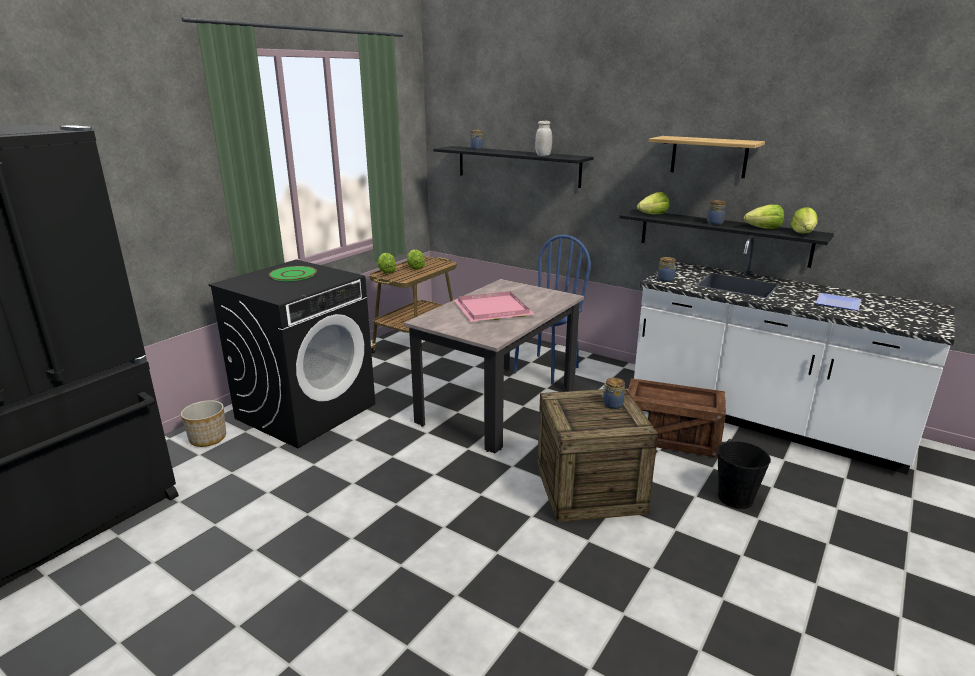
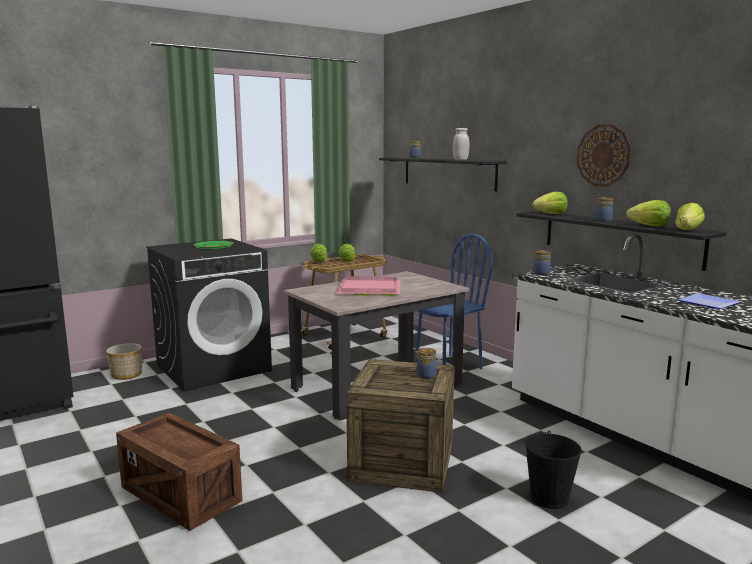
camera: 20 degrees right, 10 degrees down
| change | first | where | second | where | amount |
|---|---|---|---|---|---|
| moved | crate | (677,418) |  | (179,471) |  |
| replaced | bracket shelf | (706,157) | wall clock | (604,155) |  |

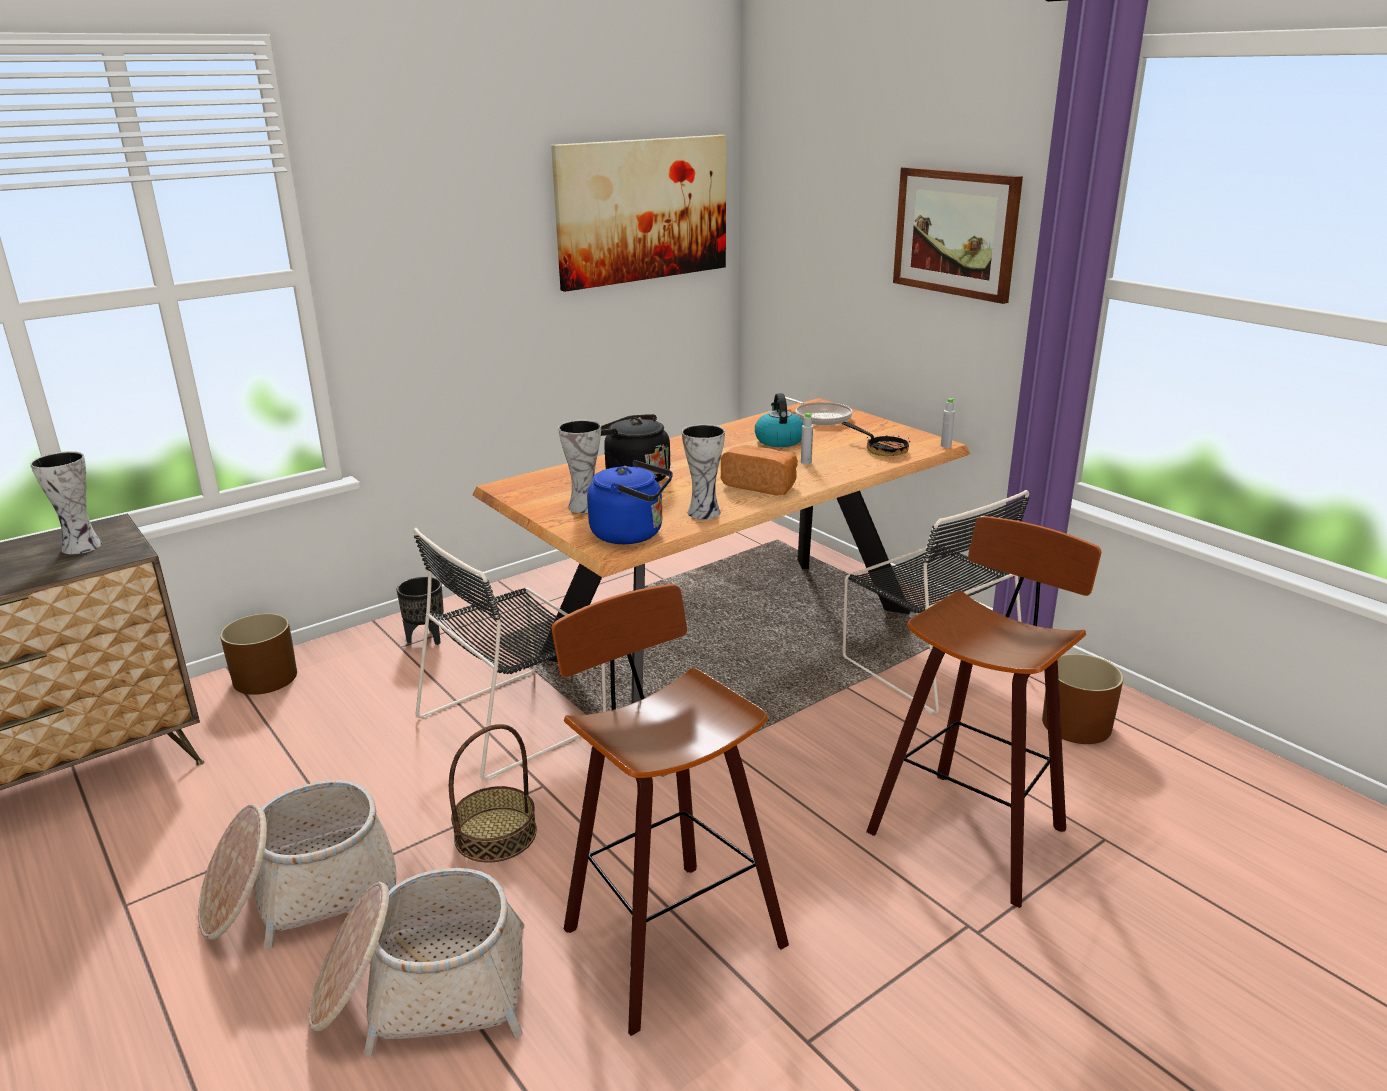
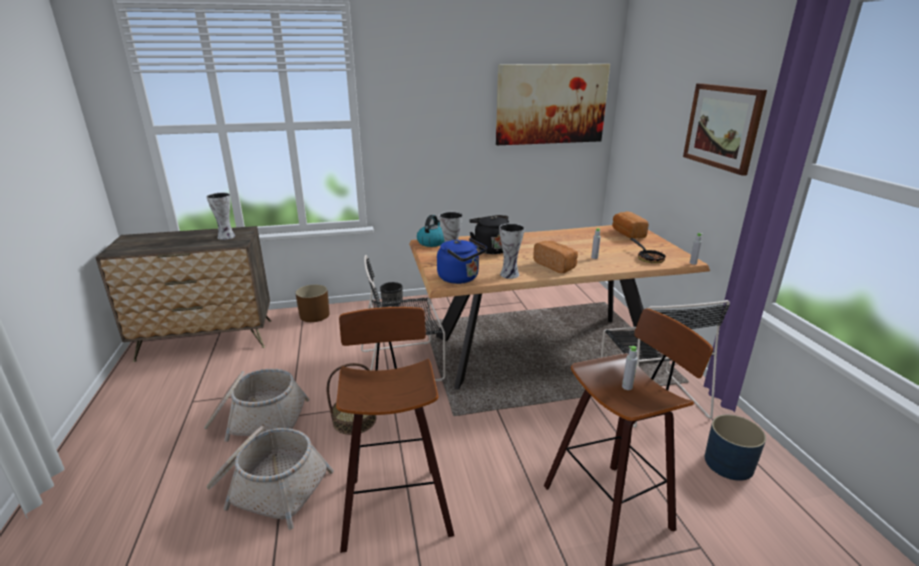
camera: 25 degrees right, 0 degrees up
| change | first | where | second | where | amount |
|---|---|---|---|---|---|
| moved | kettle | (779,420) |  | (431,231) |  |
| replaced | skillet | (819,410) | baked bread | (630,225) |  |
| recoloured | brown planter | (1082,699) | blue planter | (735,448) |  |
| added |  |  | greyish bottle | (630,368) |  |

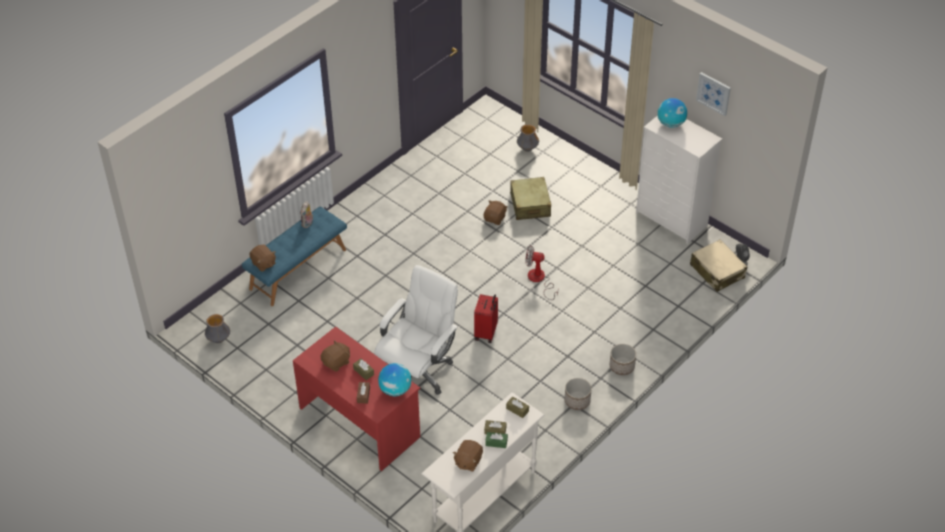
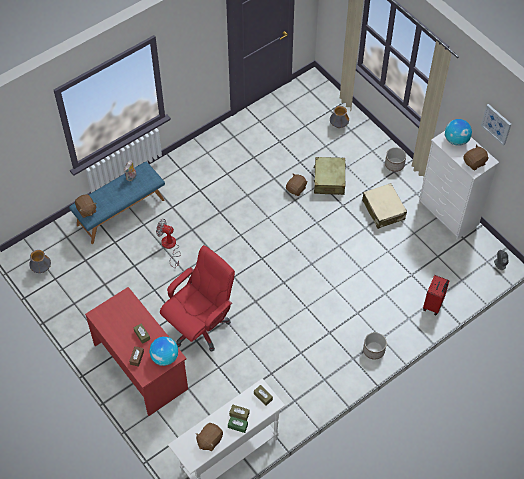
camera: 10 degrees right, 10 degrees up
| change | first | where | second | where | amount |
|---|---|---|---|---|---|
| moved | brown soft toy | (335,355) |  | (476,157) |  |
| recoloured | whitish computer chair | (416,330) | red-coloured computer chair | (197,298) |  |
| moved | red-coloured piece of luggage | (486,318) |  | (436,295) |  |
| moved | electric fan | (542,272) |  | (168,243) |  |
| moved | planter | (578,394) |  | (395,159) |  |
| moved | beige-coloured piece of luggage | (718,265) |  | (384,206) |  |

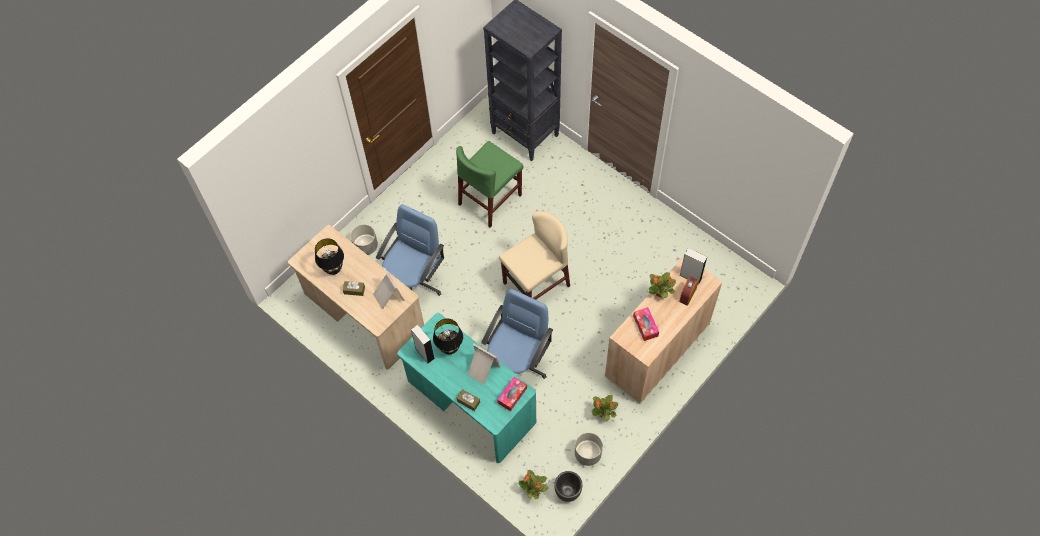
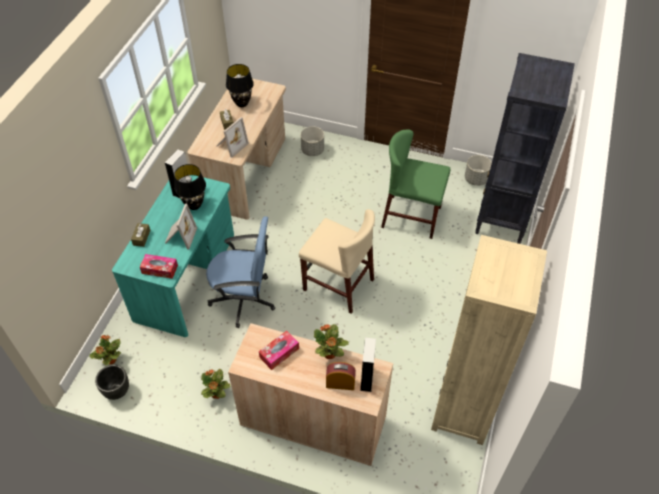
camera: 65 degrees right, 10 degrees down
| change | first | where | second | where | amount |
|---|---|---|---|---|---|
| removed | blue computer chair | (410,250) |  |  |  |
| moved | greyish planter | (589,449) |  | (478,170) |  |
| added |  |  | beige-coloured bookshelf | (489,340) |  |

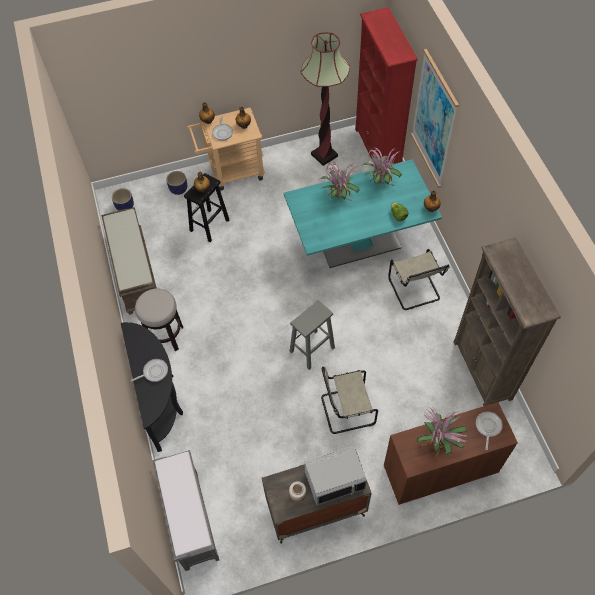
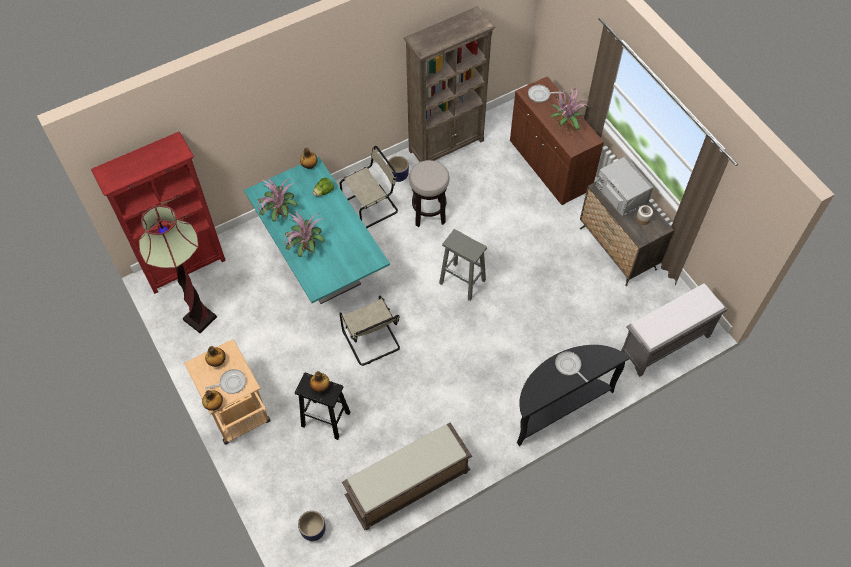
camera: 105 degrees left, 0 degrees up
| change | first | where | second | where | amount |
|---|---|---|---|---|---|
| moved | stool seat | (159,319) |  | (429,193) |  |
| moved | planter | (176,183) |  | (398,169) |  |
| moved | beige-coloured plain chair | (349,400) |  | (369,331) |  |
| removed | picture | (435,118) |  |  |  |

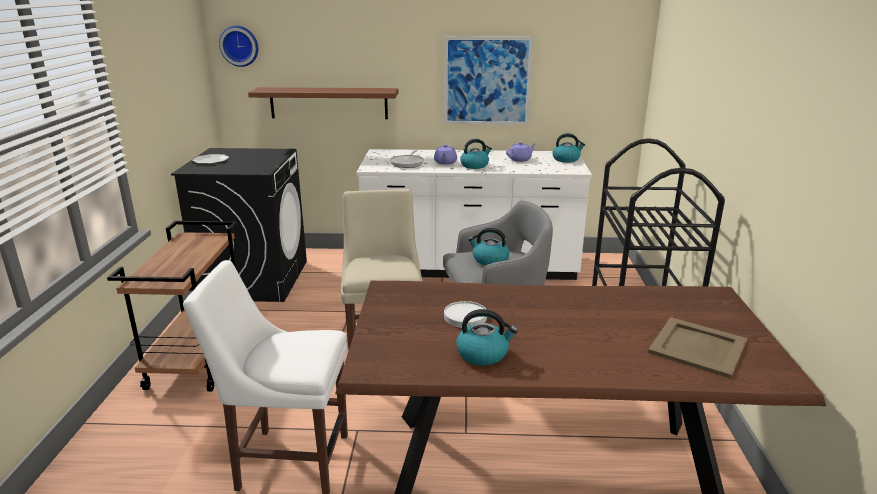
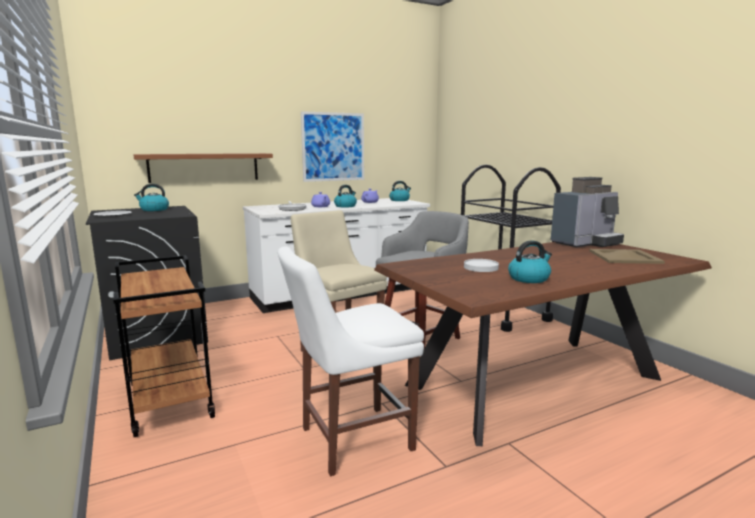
camera: 30 degrees left, 10 degrees down
| change | first | where | second | where | amount |
|---|---|---|---|---|---|
| removed | wall clock | (238,46) |  |  |  |
| moved | kettle | (488,247) |  | (151,197) |  |
| added |  |  | coffee brewer | (587,212) |  |

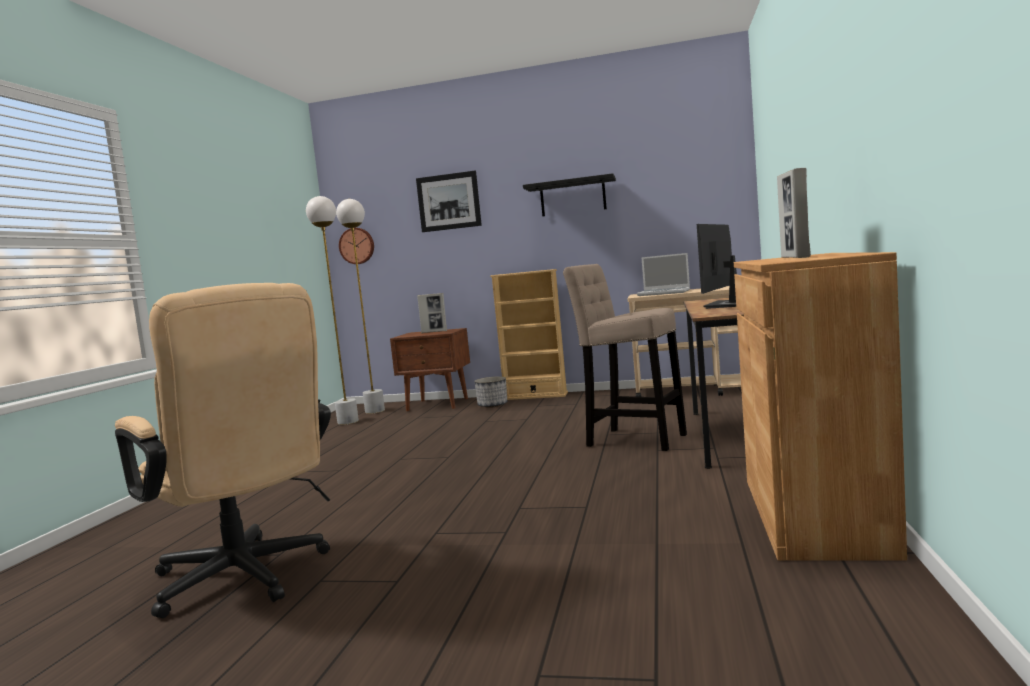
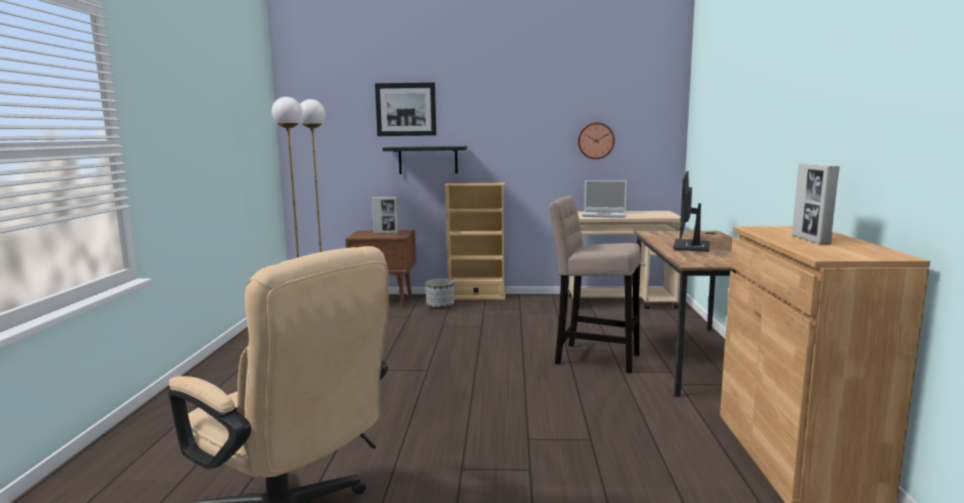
camera: 10 degrees left, 5 degrees up
| change | first | where | second | where | amount |
|---|---|---|---|---|---|
| moved | wall clock | (356,246) |  | (596,141) |  |
| moved | blackish bracket shelf | (569,195) |  | (424,160) |  |

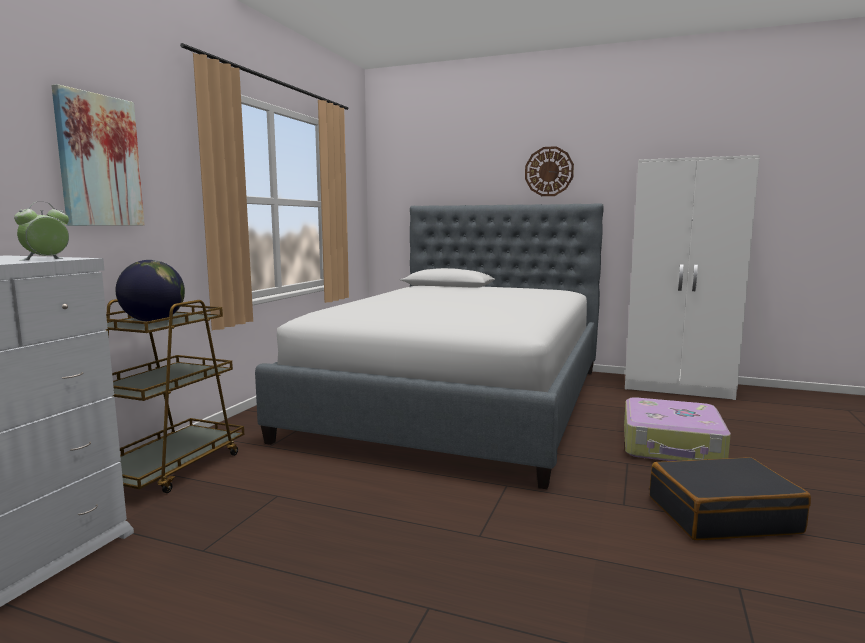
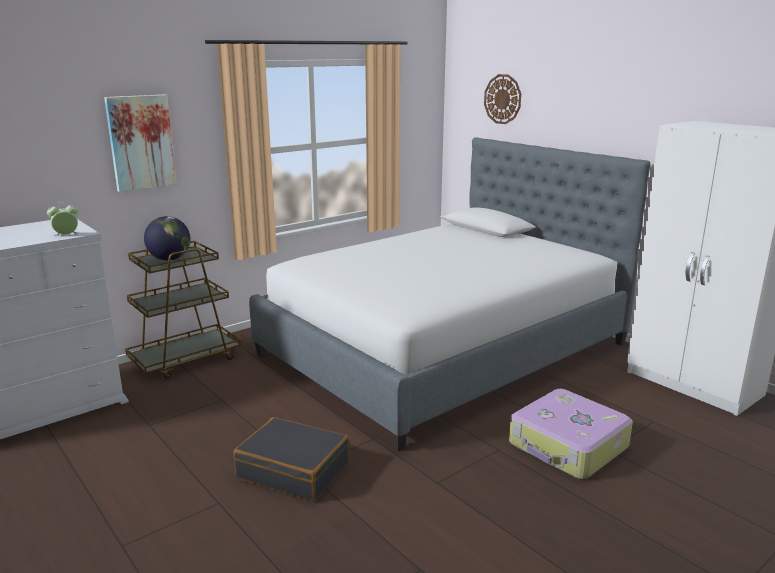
camera: 30 degrees right, 10 degrees up
| change | first | where | second | where | amount |
|---|---|---|---|---|---|
| moved | wall clock | (549,171) |  | (502,99) |  |
| moved | blackish piece of luggage | (730,498) |  | (291,459) |  |

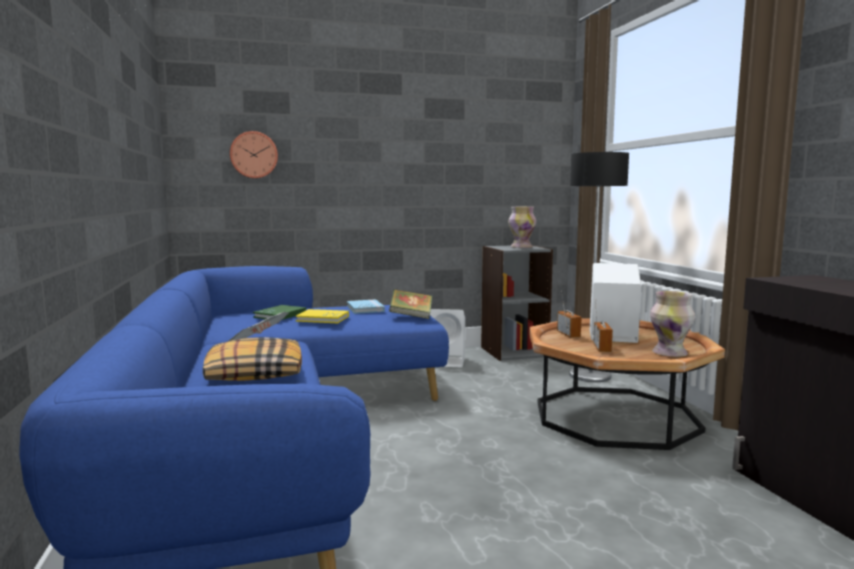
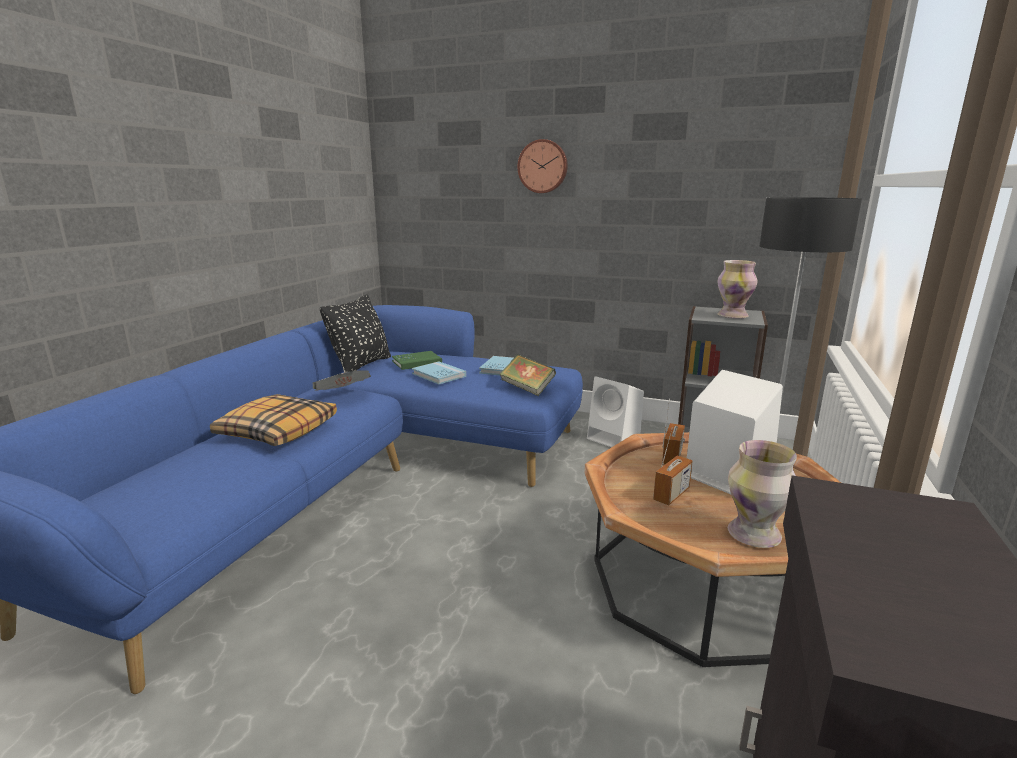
camera: 35 degrees right, 10 degrees up
| change | first | where | second | where | amount |
|---|---|---|---|---|---|
| moved | wall clock | (254,154) |  | (543,166) |  |
| recoloured | yellow-coloured volume | (322,316) | blue volume | (439,372) |  |
| added |  |  | blackish cushion | (355,333) |  |

